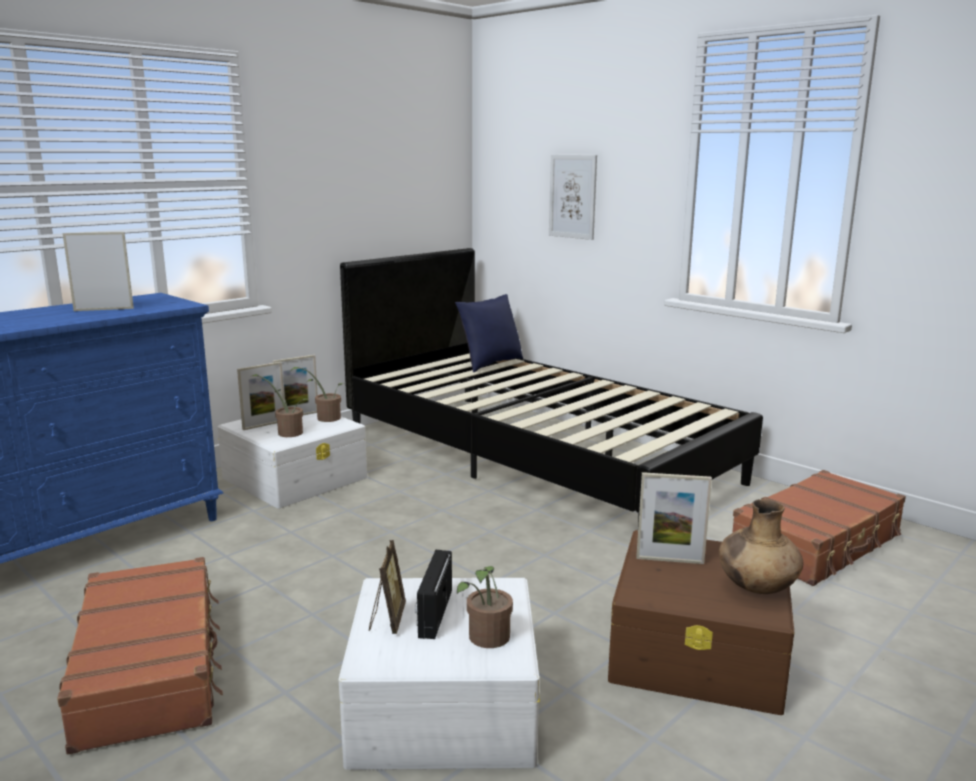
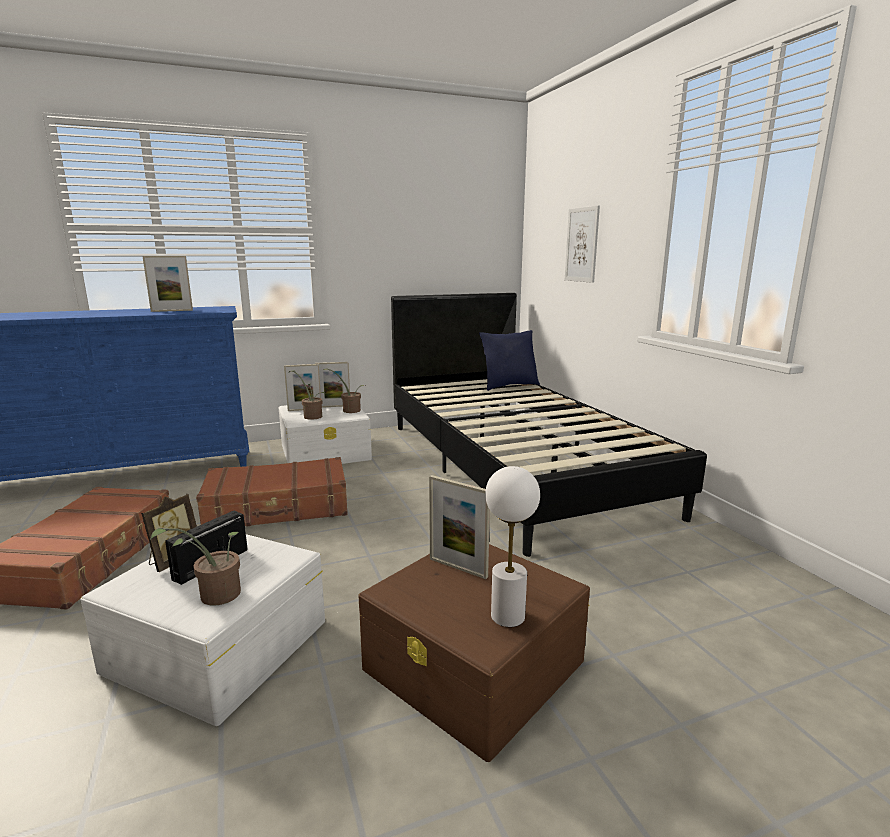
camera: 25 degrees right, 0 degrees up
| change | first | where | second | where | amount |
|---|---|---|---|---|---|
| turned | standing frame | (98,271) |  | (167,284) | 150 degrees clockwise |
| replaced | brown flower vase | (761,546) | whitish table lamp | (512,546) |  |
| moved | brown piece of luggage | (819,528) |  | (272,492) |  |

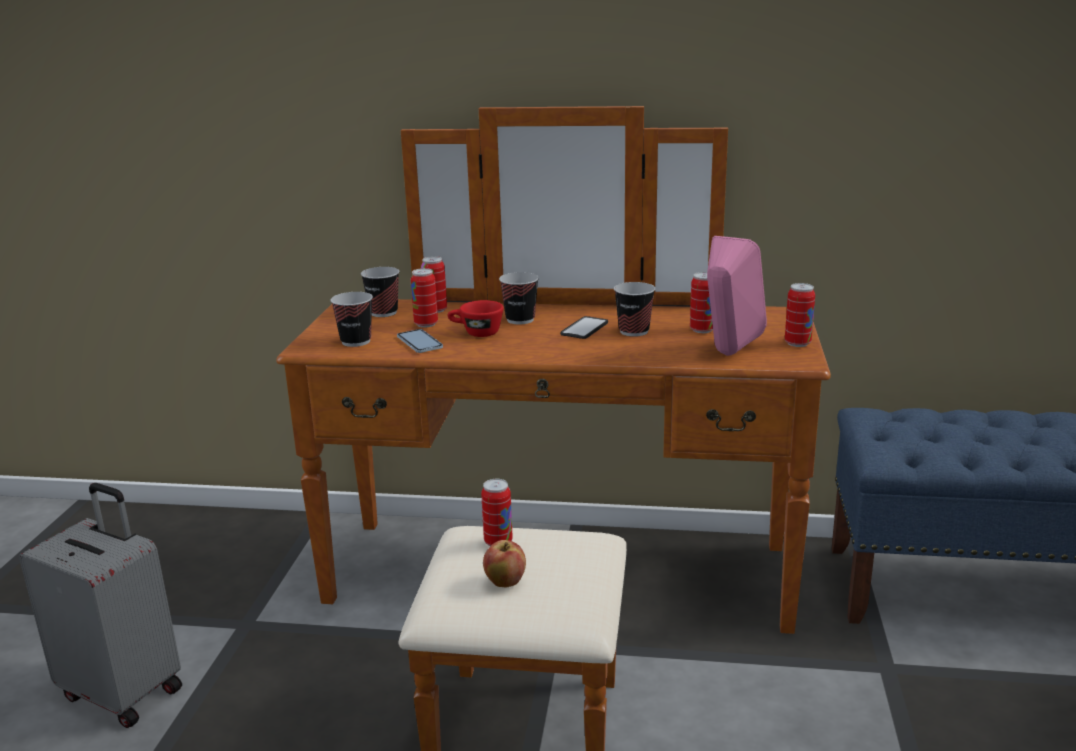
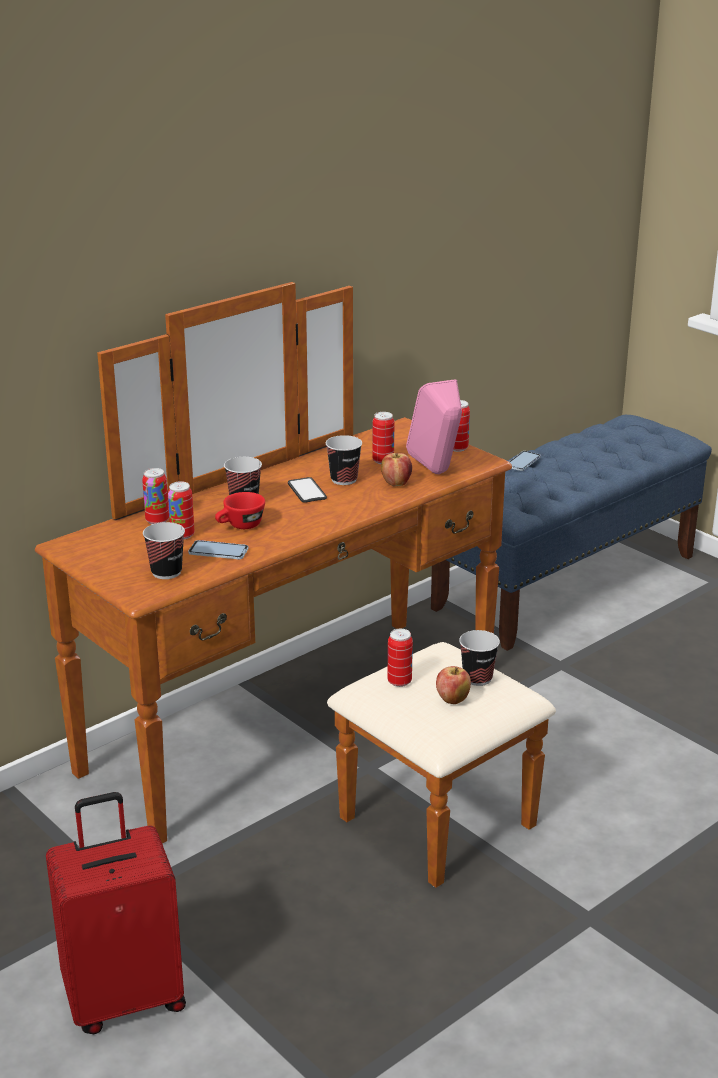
camera: 50 degrees left, 5 degrees up
| change | first | where | second | where | amount |
|---|---|---|---|---|---|
| recoloured | greyish piece of luggage | (100,605) | red-coloured piece of luggage | (116,913) |  |
| moved | drinking cup | (380,292) |  | (479,658) |  |
| added |  |  | apple fruit | (396,469) |  |
| added |  |  | telephone | (525,461) |  |

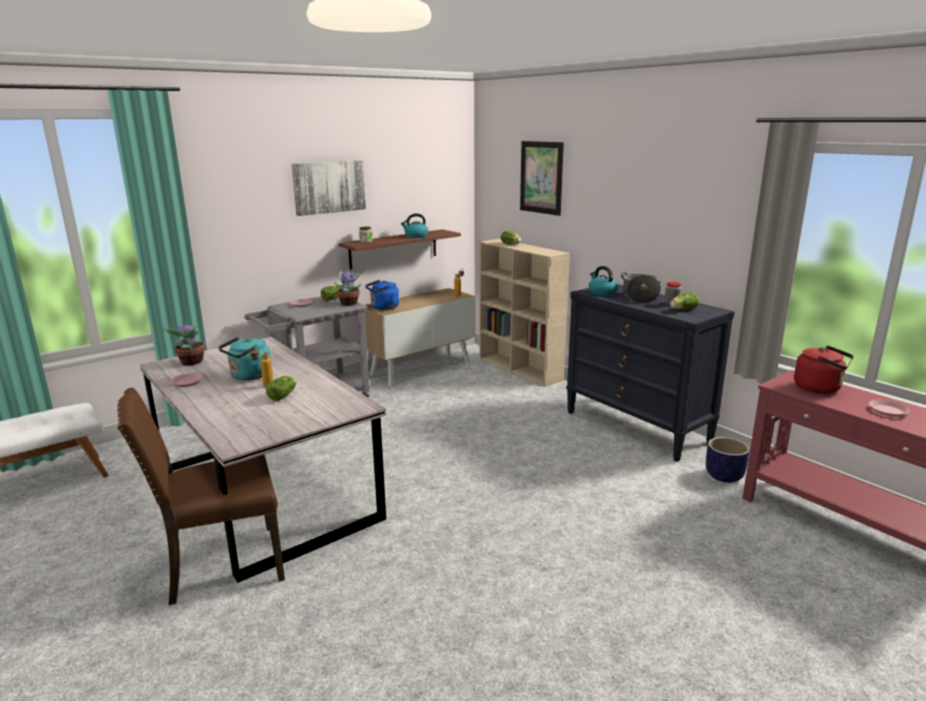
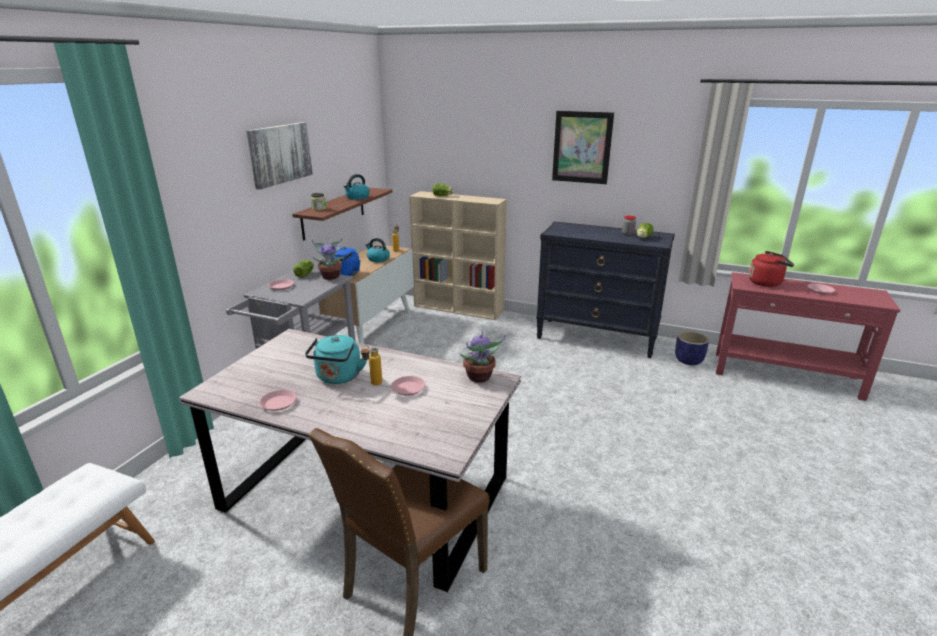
camera: 30 degrees left, 5 degrees up
| change | first | where | second | where | amount |
|---|---|---|---|---|---|
| moved | houseplant | (184,342) |  | (483,356) |  |
| replaced | head of lettuce | (281,388) | pinkish dinner plate | (408,386) |  |
| moved | picture | (542,178) |  | (583,147) |  |
| moved | kettle | (603,281) |  | (377,250) |  |
| removed | stockpot | (641,288) |  |  |  |

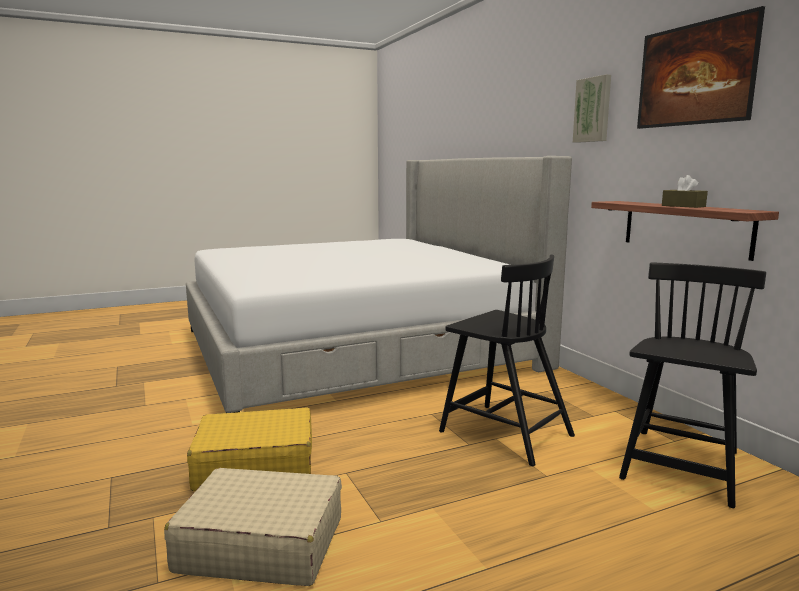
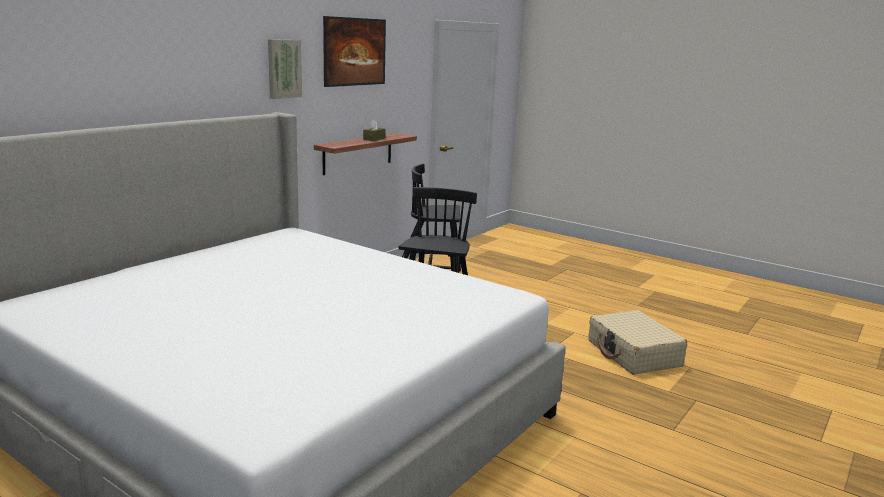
camera: 120 degrees left, 5 degrees up
| change | first | where | second | where | amount |
|---|---|---|---|---|---|
| removed | yellow-coloured piece of luggage | (249,449) |  |  |  |

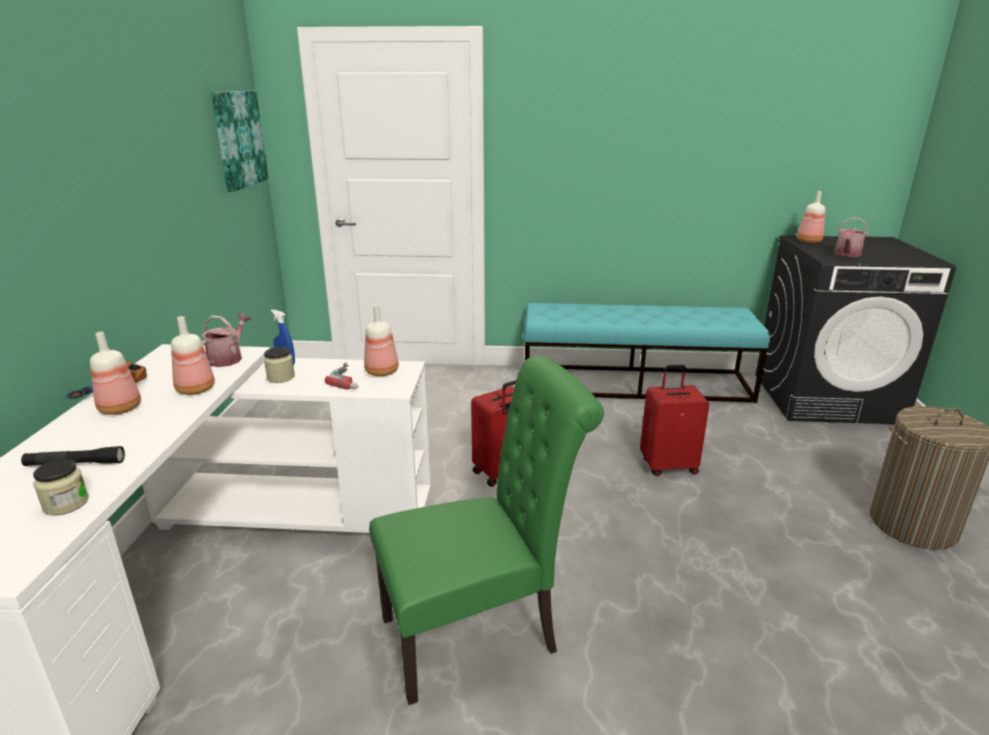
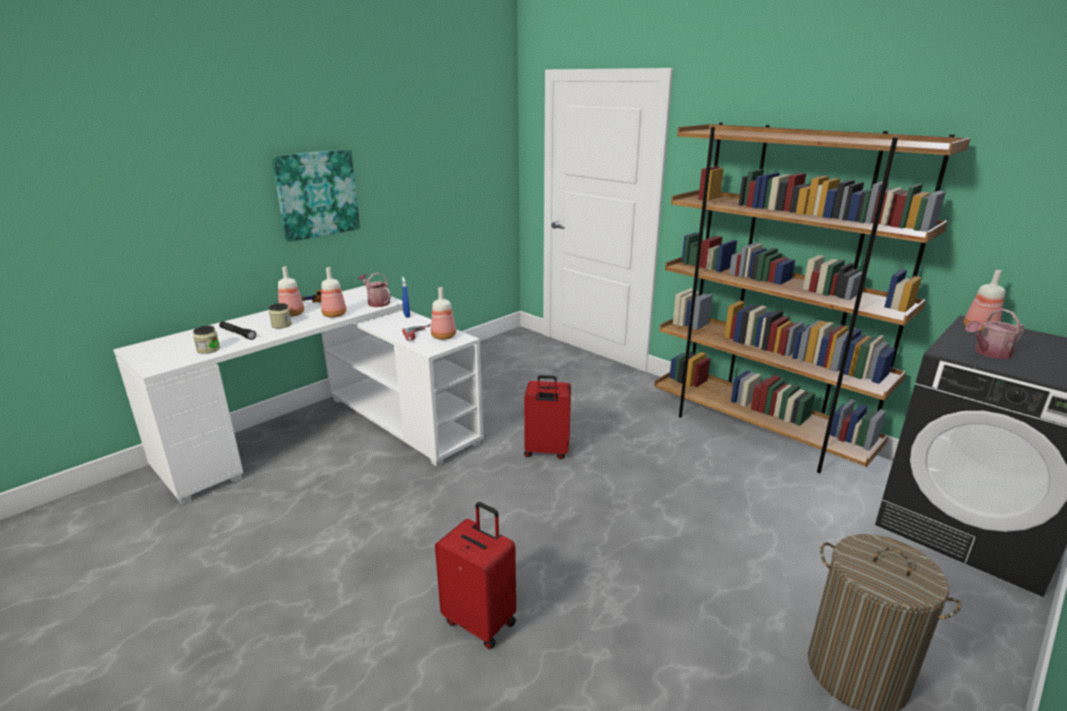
camera: 40 degrees right, 0 degrees up
| change | first | where | second | where | amount |
|---|---|---|---|---|---|
| turned | watering pot | (226,340) |  | (374,289) | 105 degrees counterclockwise |
| moved | picture | (240,141) |  | (316,195) |  |
| moved | preserve jar | (279,365) |  | (280,316) |  |
| removed | green plain chair | (486,530) |  |  |  |
| replaced | turquoise indoor bench | (646,353) | brown bookshelf | (812,297) |  |
| moved | red-coloured piece of luggage | (674,420) |  | (475,575) |  |

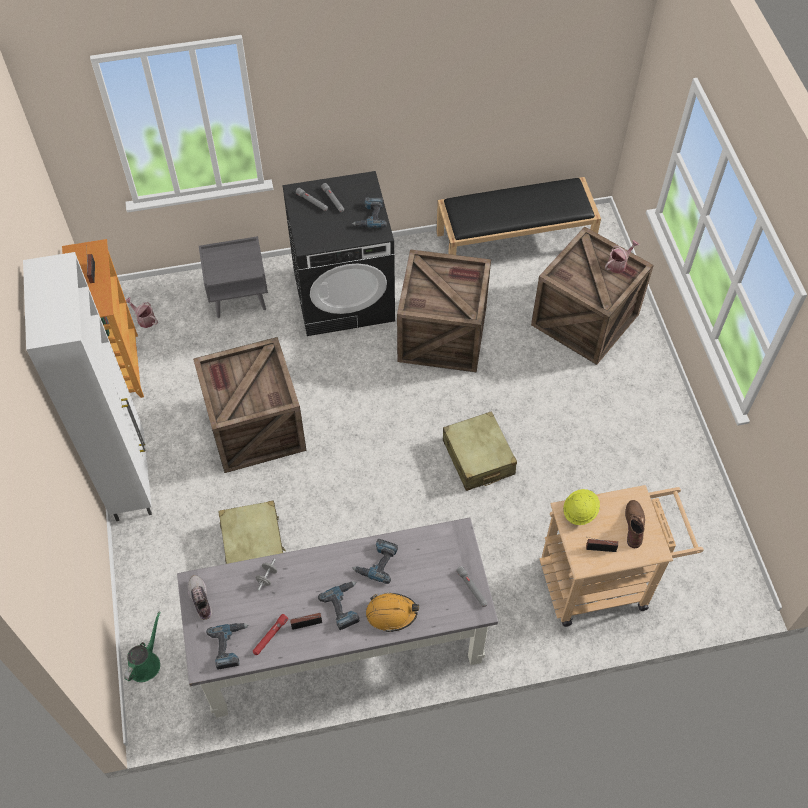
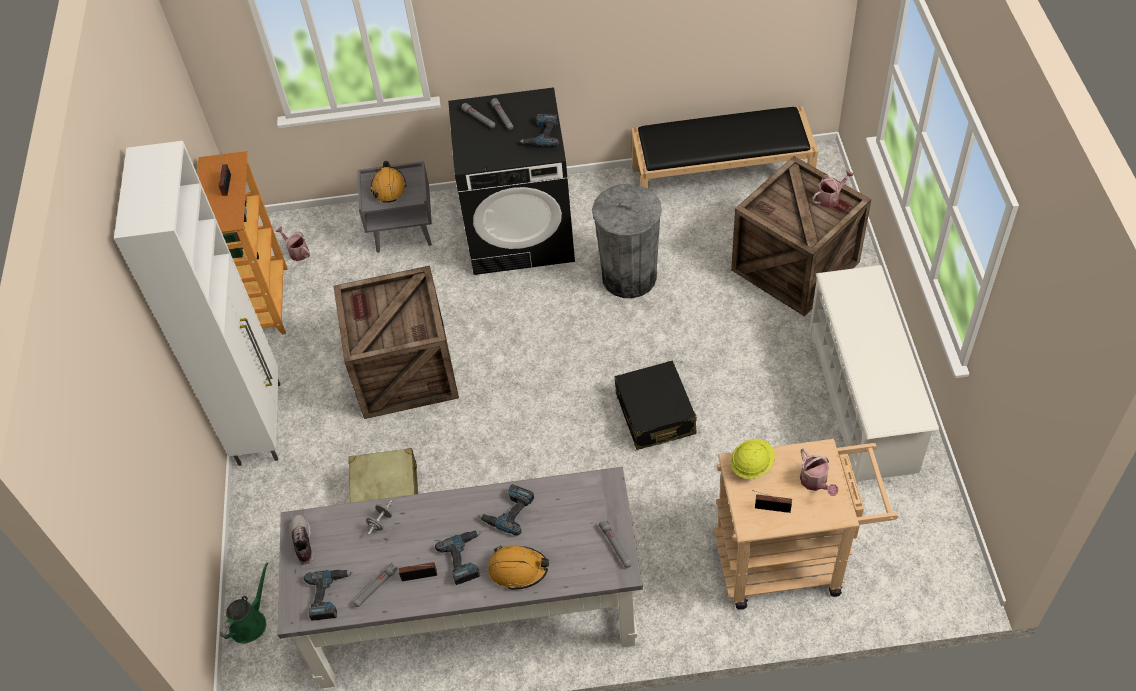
camera: 10 degrees right, 5 degrees down
| change | first | where | second | where | amount |
|---|---|---|---|---|---|
| recoloured | red-coloured hand torch | (270,634) | greyish hand torch | (376,584) |  |
| replaced | crate | (444,310) | greyish waste bin | (627,241) |  |
| recoloured | beige-coloured piece of luggage | (480,451) | blackish piece of luggage | (655,405) |  |
| replaced | brown high-top boot | (635,524) | watering pot | (819,472) |  |
| added |  |  | orange-coloured safety helmet | (388,182) |  |
| added |  |  | whitish shoe rack | (874,374) |  |

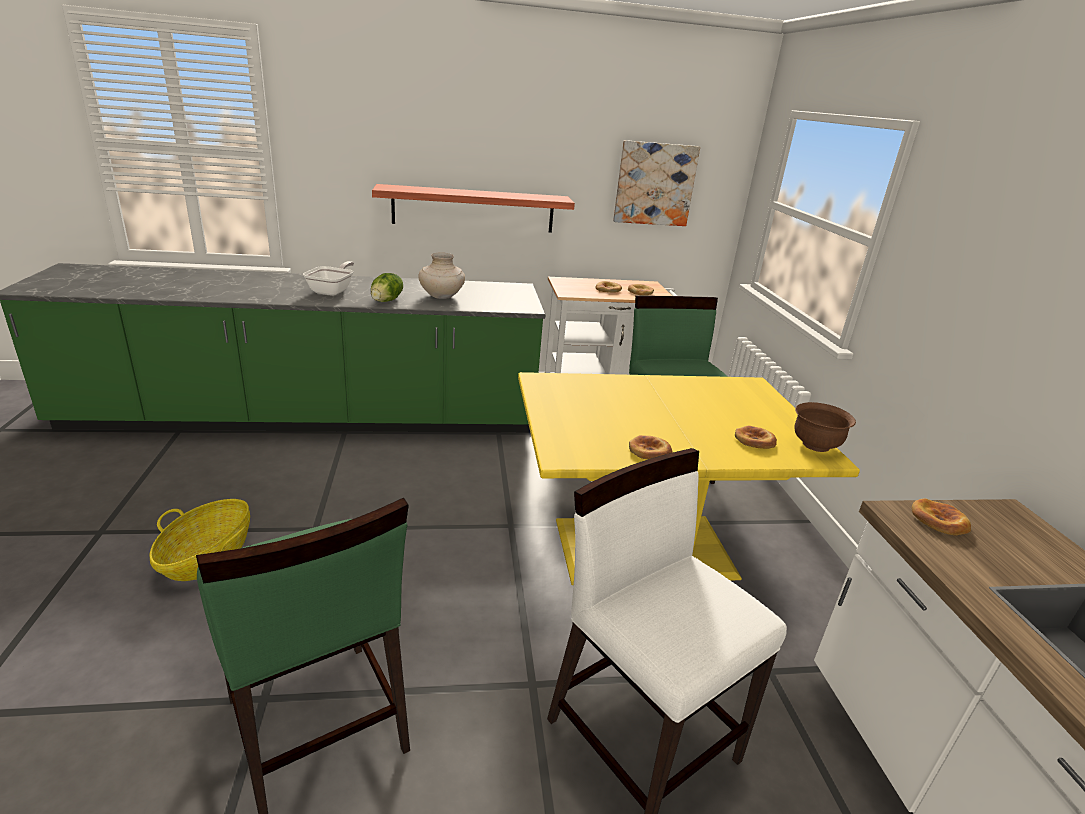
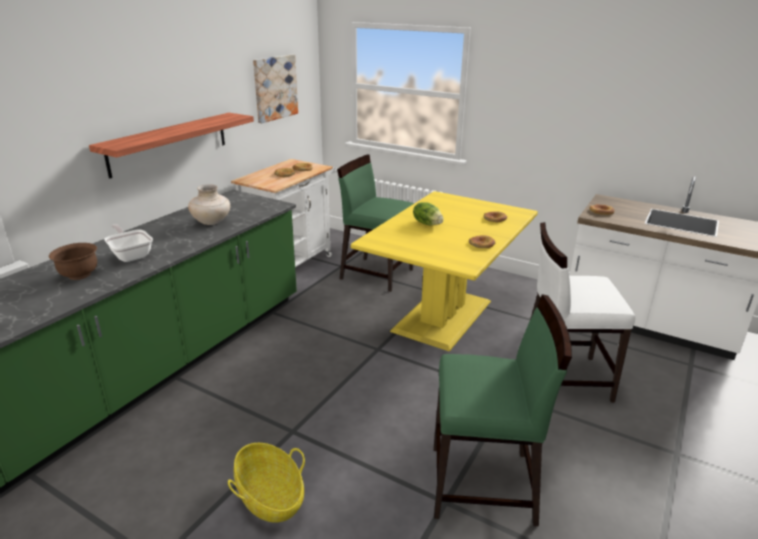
camera: 50 degrees left, 0 degrees up
| change | first | where | second | where | amount |
|---|---|---|---|---|---|
| moved | head of lettuce | (387,287) |  | (428,213) |  |
| moved | brown deep dish | (825,427) |  | (73,261) |  |

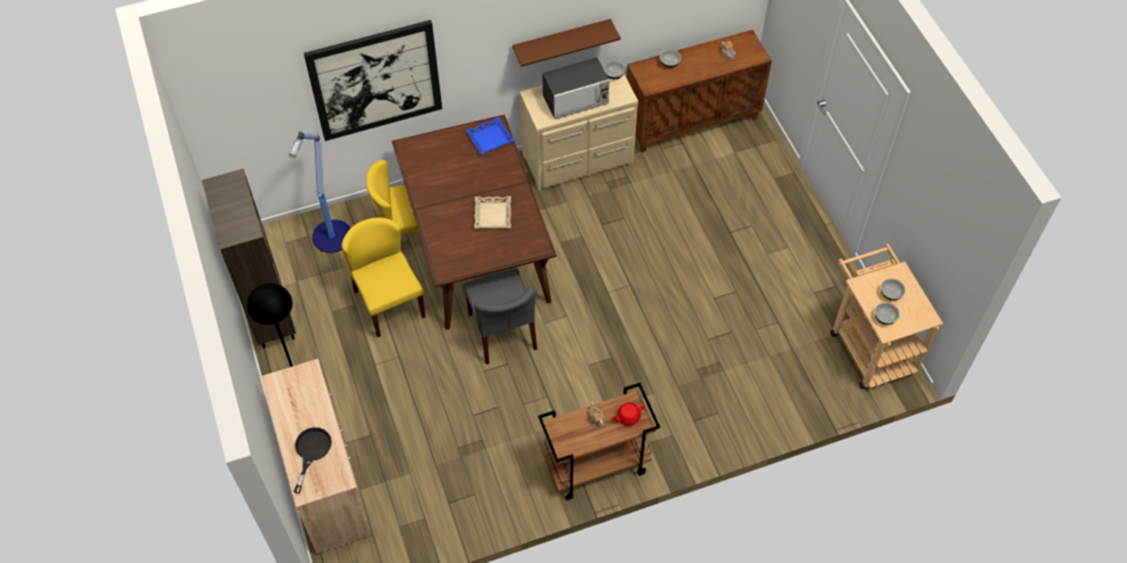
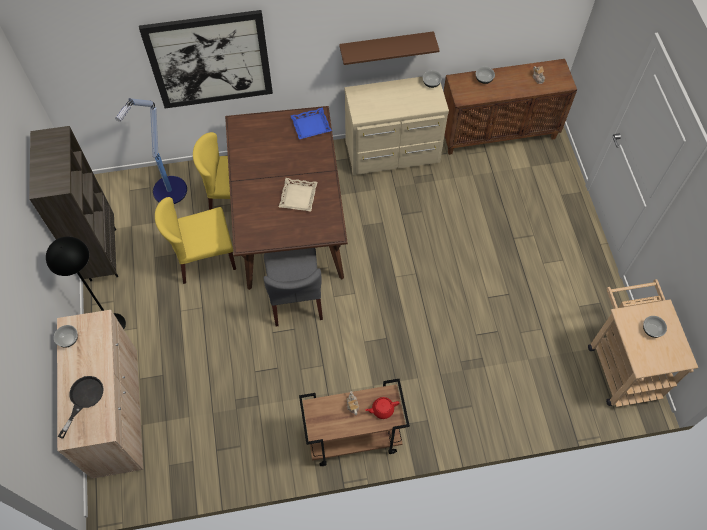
camera: 10 degrees right, 5 degrees up
| change | first | where | second | where | amount |
|---|---|---|---|---|---|
| turned | yellow-coloured plain chair | (383,277) |  | (195,240) | 90 degrees counterclockwise |
| removed | microwave oven | (575,88) |  |  |  |
| moved | deep dish | (887,313) |  | (66,336) |  |

